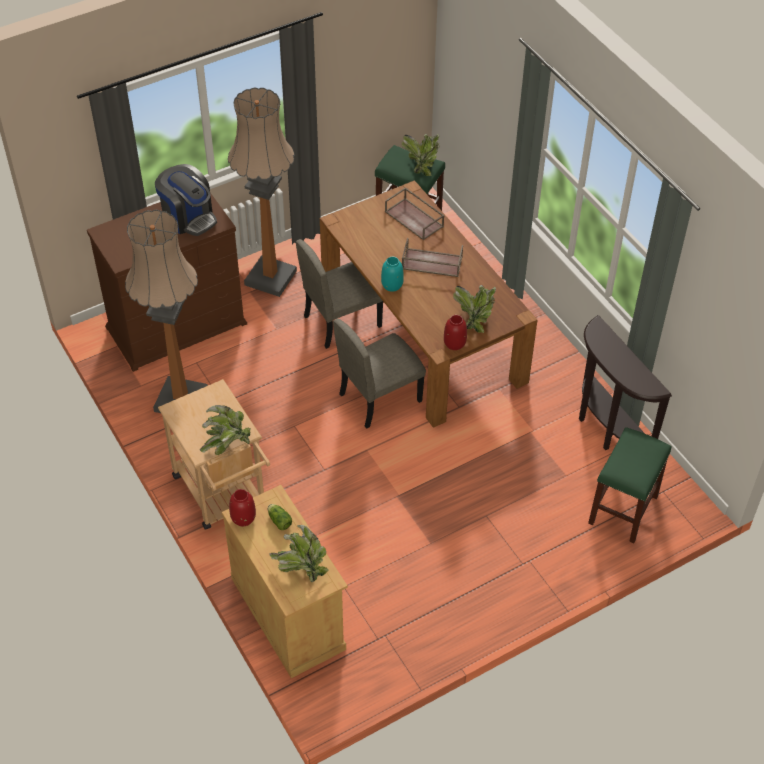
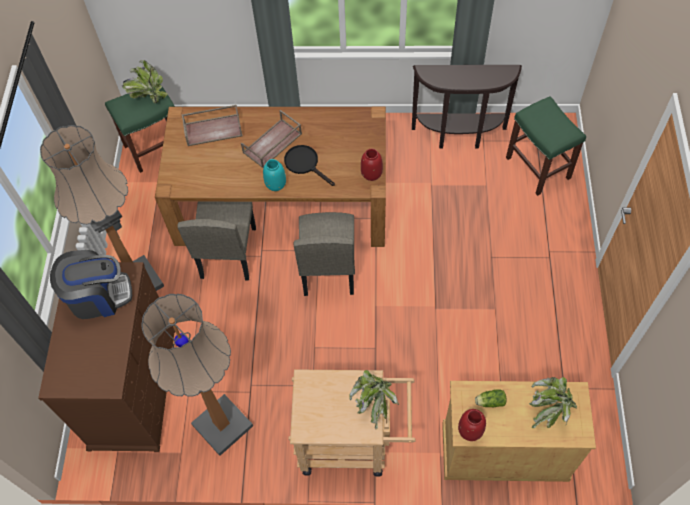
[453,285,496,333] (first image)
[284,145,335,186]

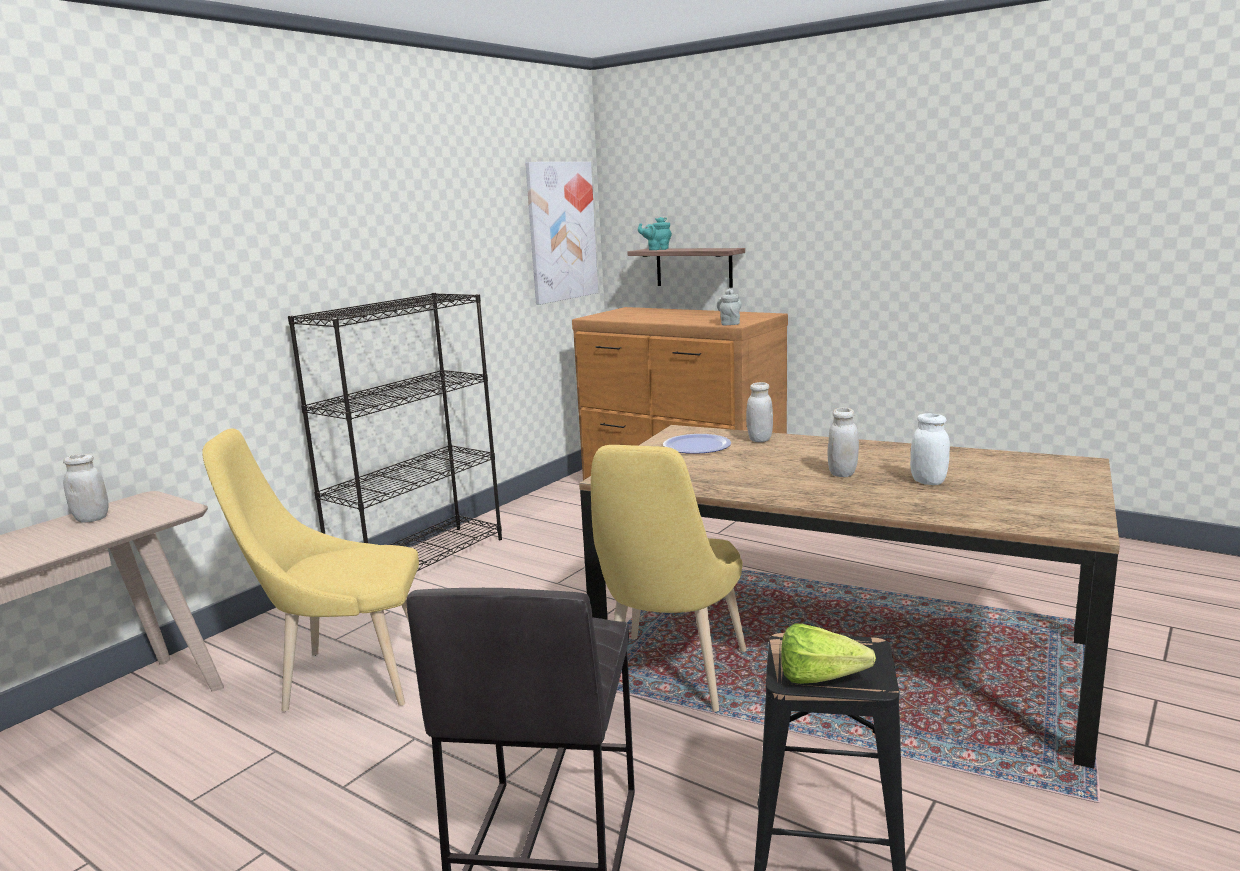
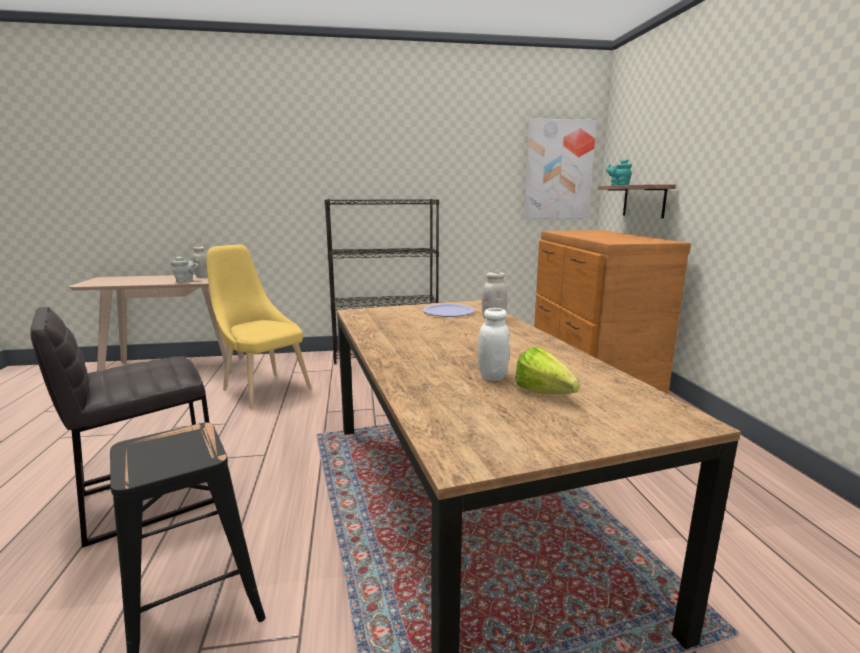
[171,256,200,283]
[828,408,859,477] (first image)
[591,445,746,712] (first image)
[515,347,579,394]

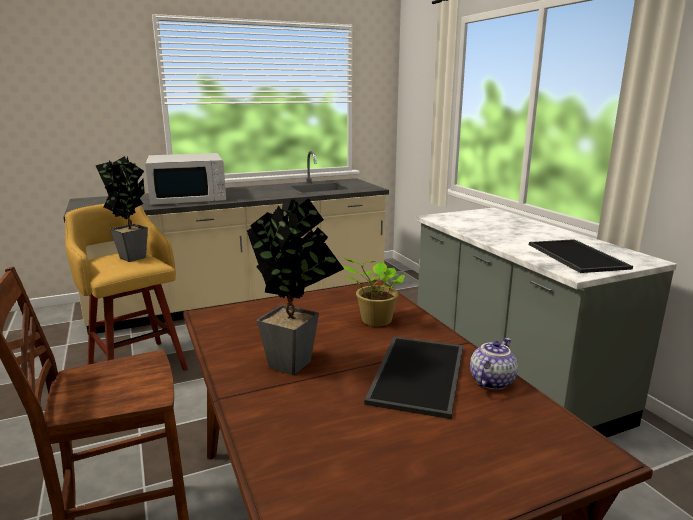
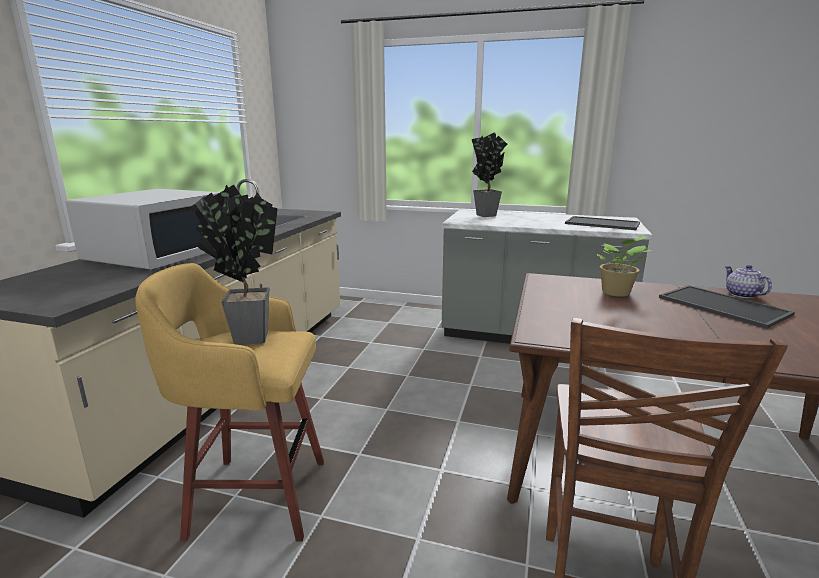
[472,132,507,217]

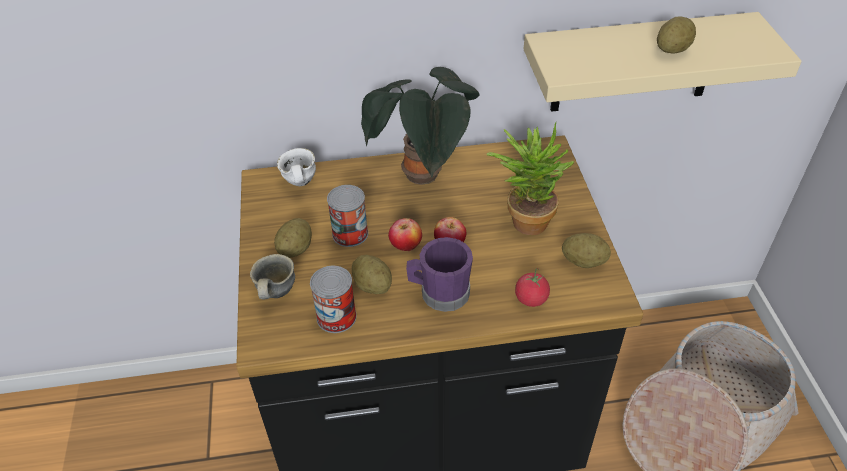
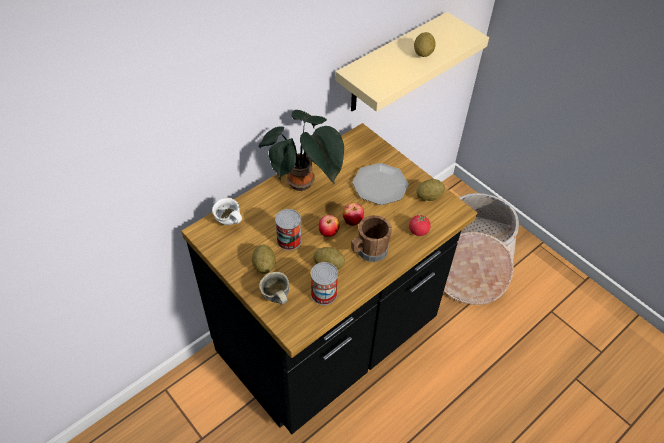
[352,163,409,205]
[351,215,392,262]

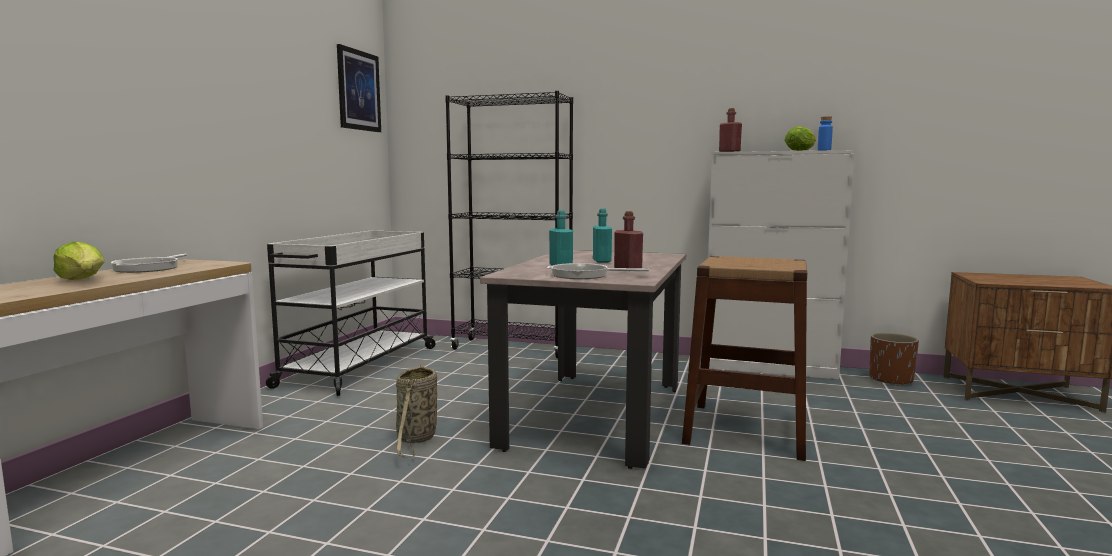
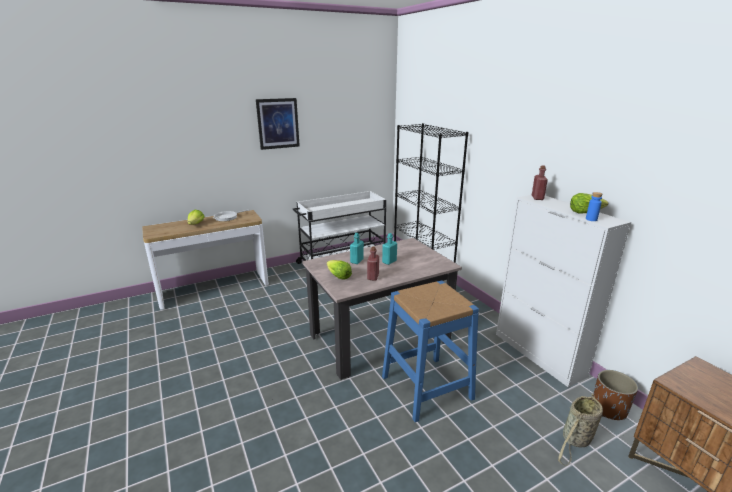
[256,98,300,150]
[382,280,479,422]
[327,260,352,279]
[558,393,603,466]

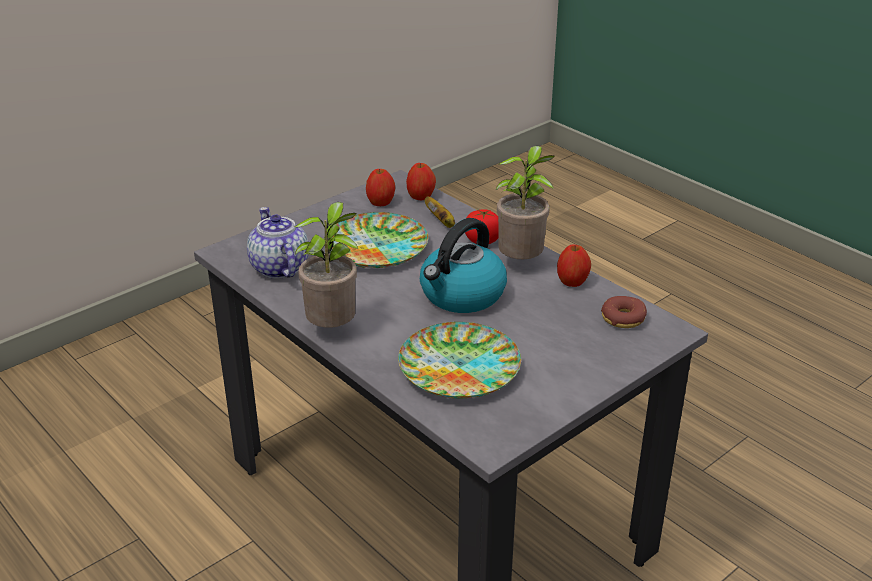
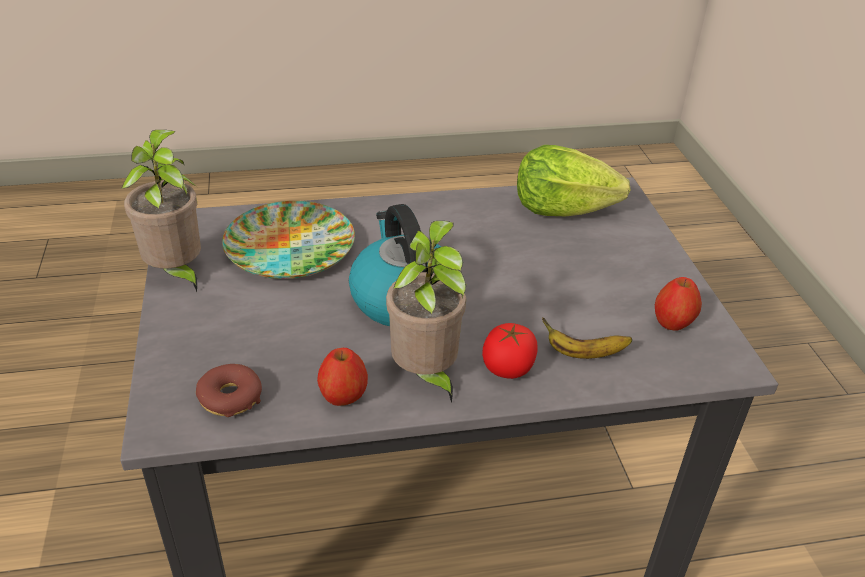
[406,163,436,200] (first image)
[121,130,201,292]
[517,145,630,216]
[330,212,428,268] (first image)

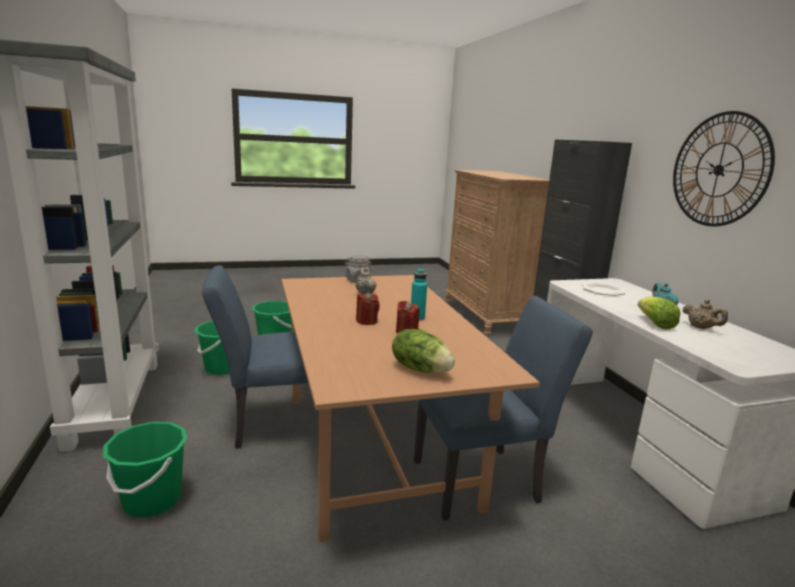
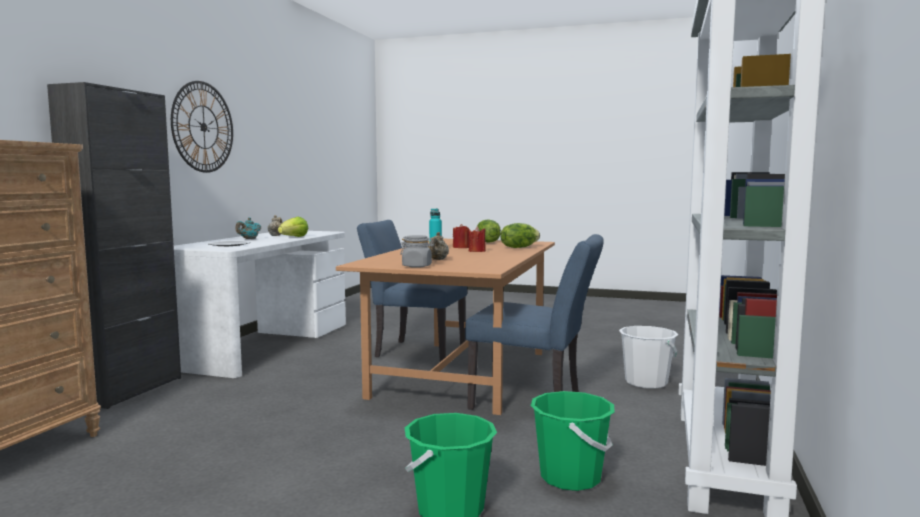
[619,326,678,389]
[500,223,540,248]

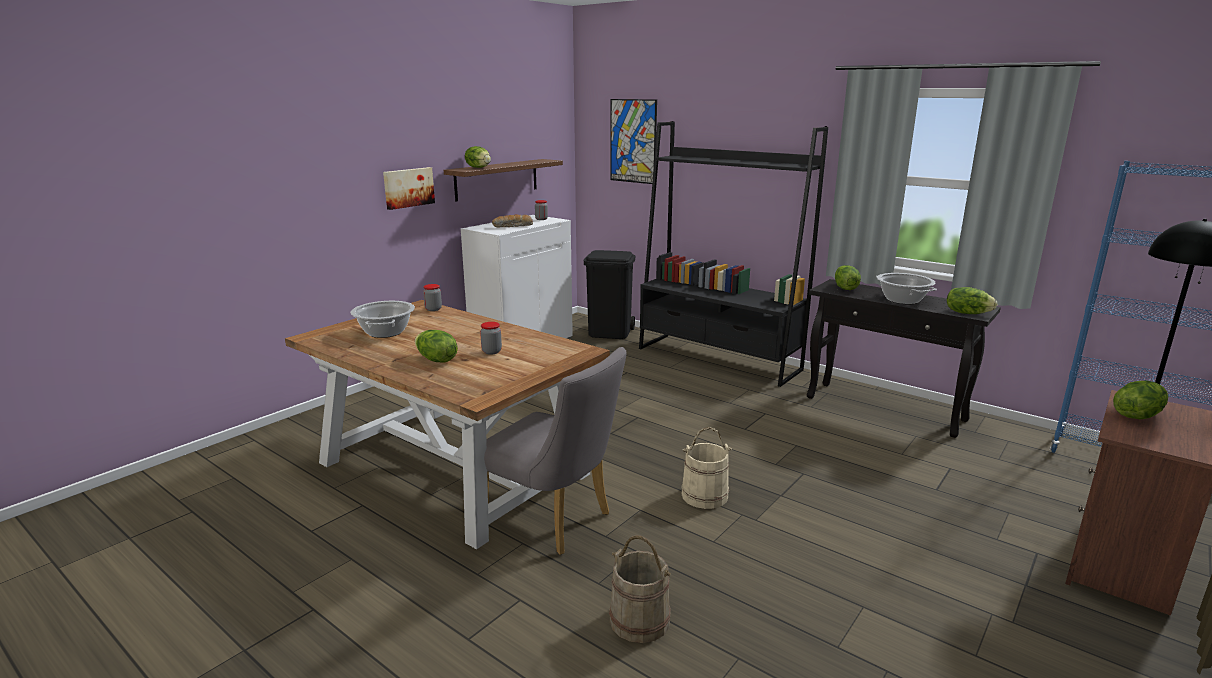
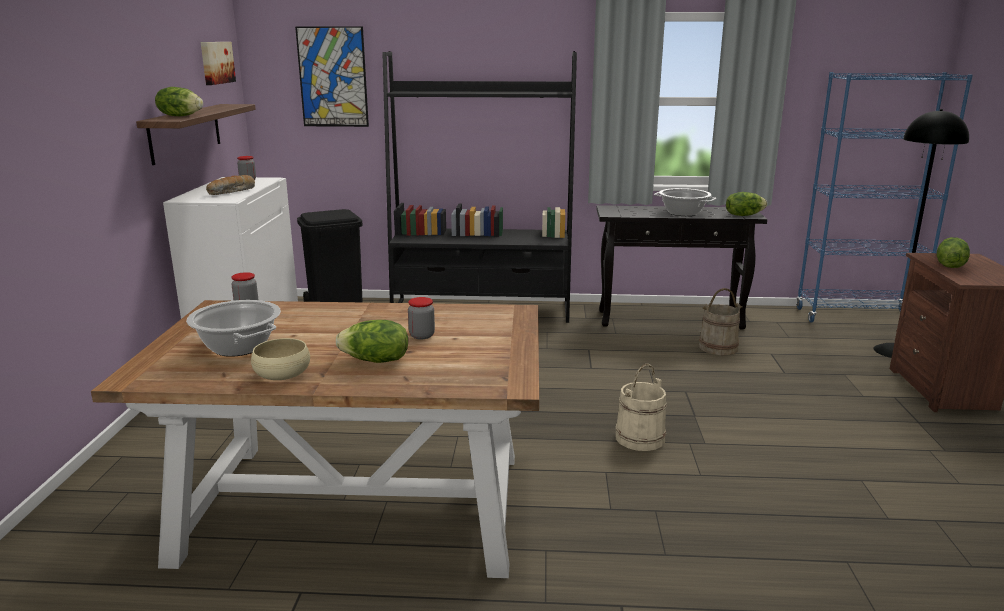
[201,42,236,85]
[835,265,861,290] (first image)
[484,347,626,555] (first image)
[699,288,743,355]
[251,338,310,380]

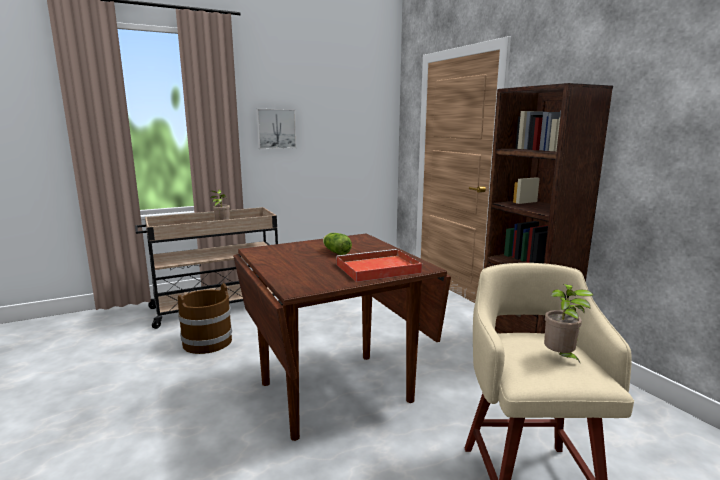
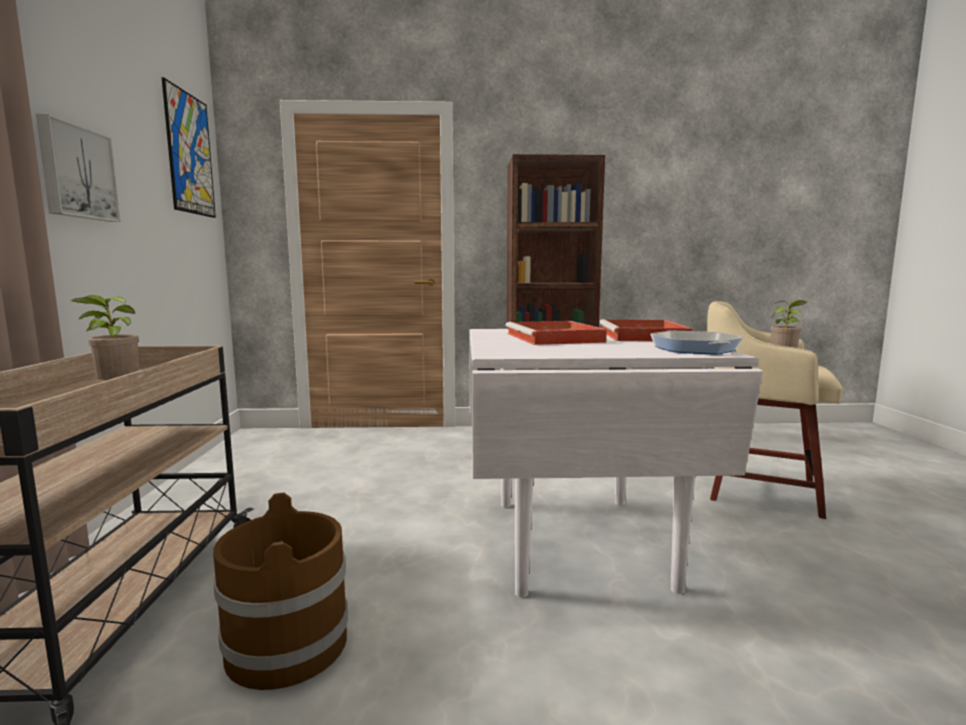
[469,329,763,597]
[506,321,607,345]
[162,77,216,218]
[650,330,743,355]

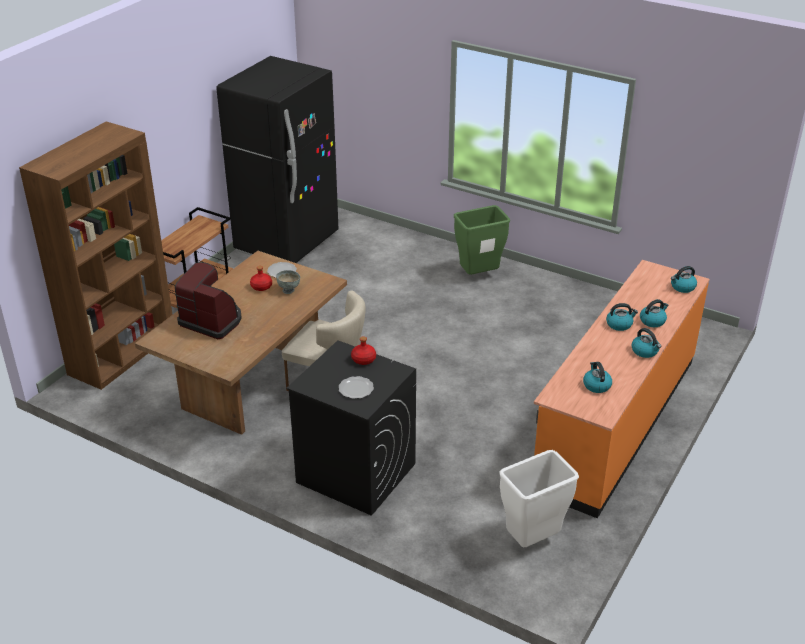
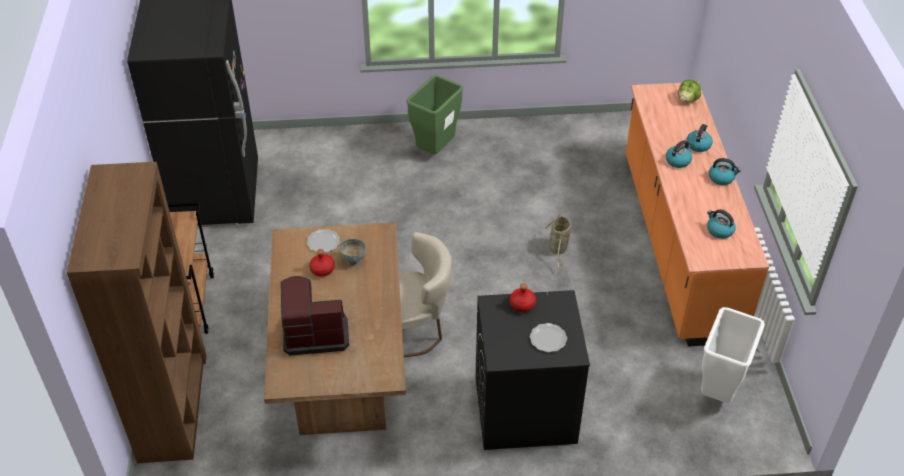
[678,80,701,102]
[544,213,571,270]

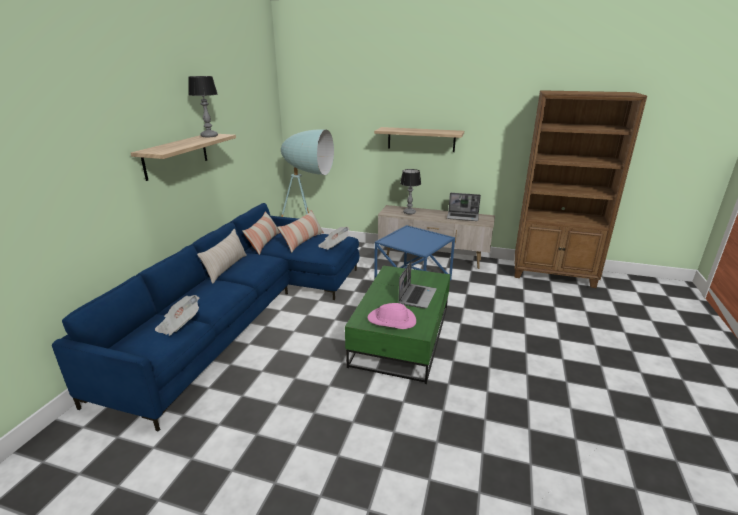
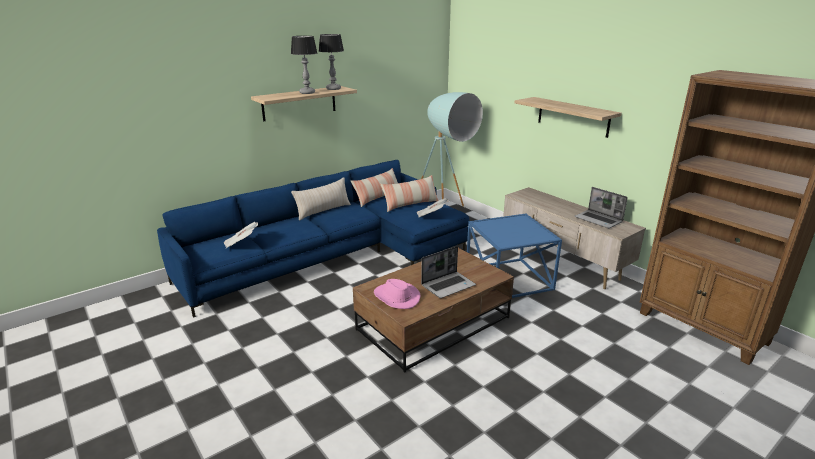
[291,36,317,94]
[353,248,514,373]

